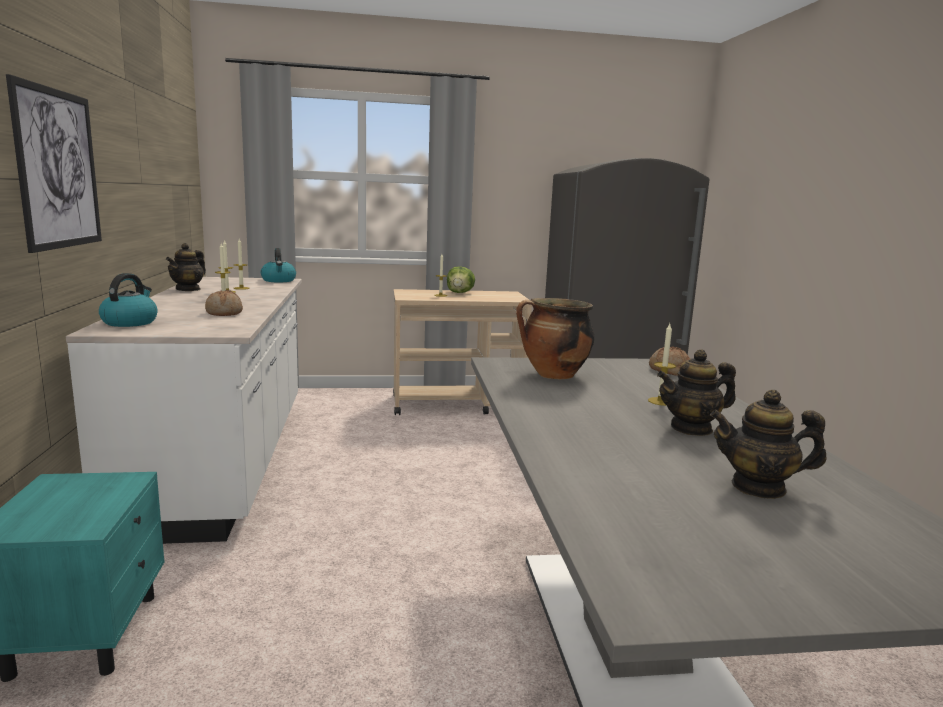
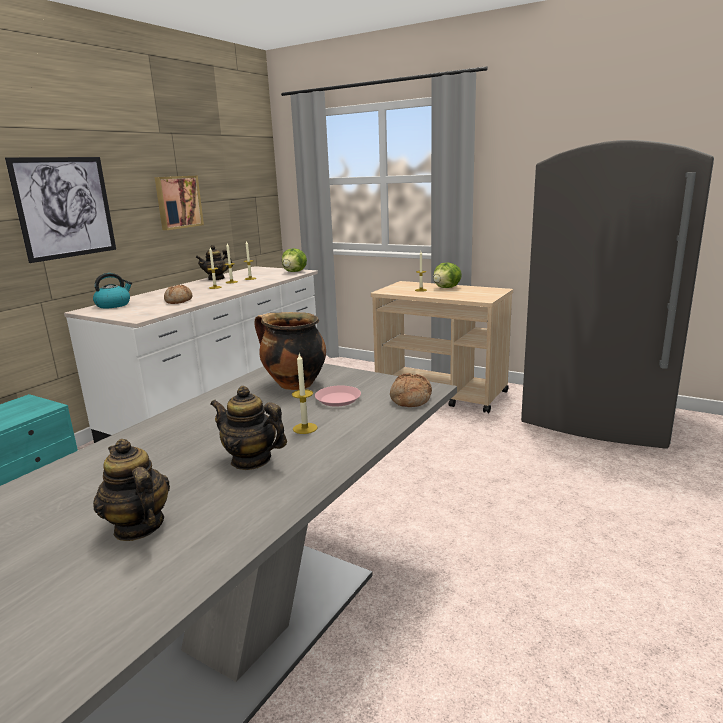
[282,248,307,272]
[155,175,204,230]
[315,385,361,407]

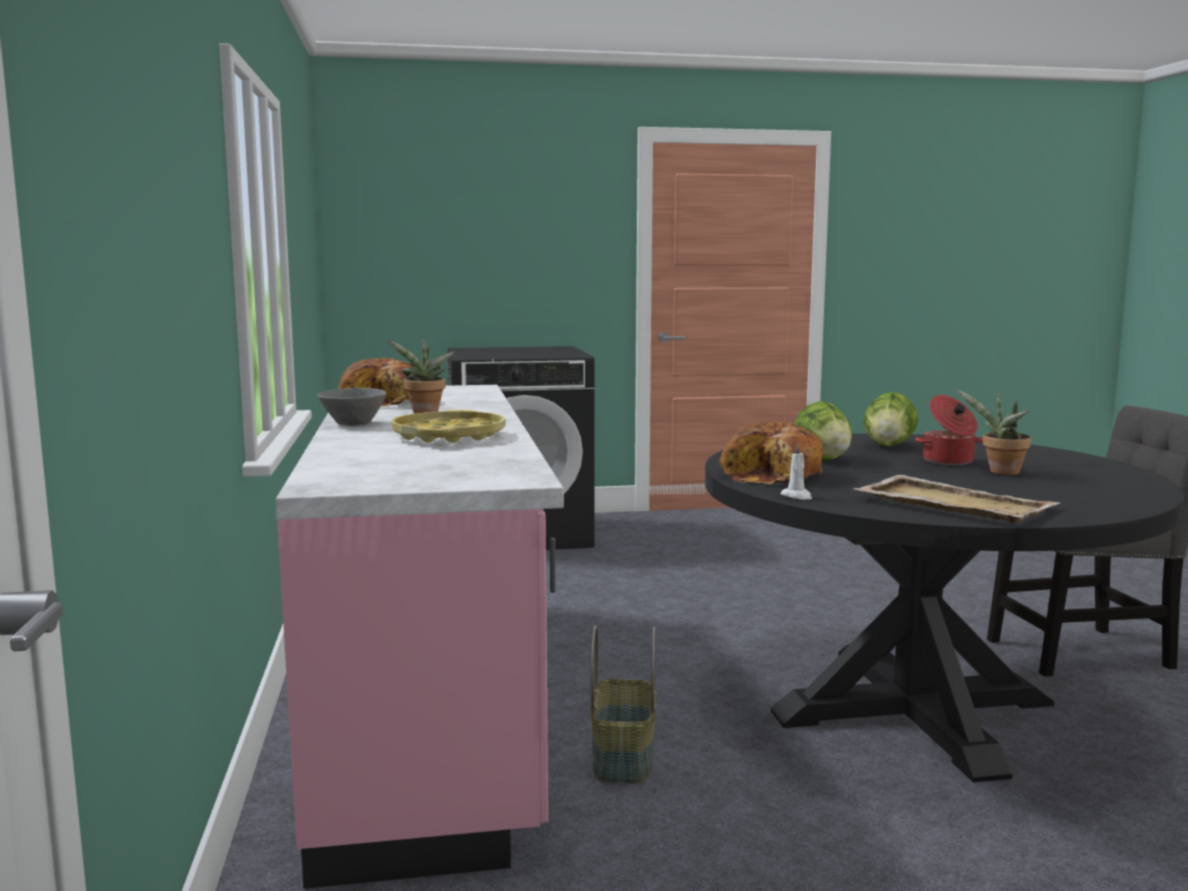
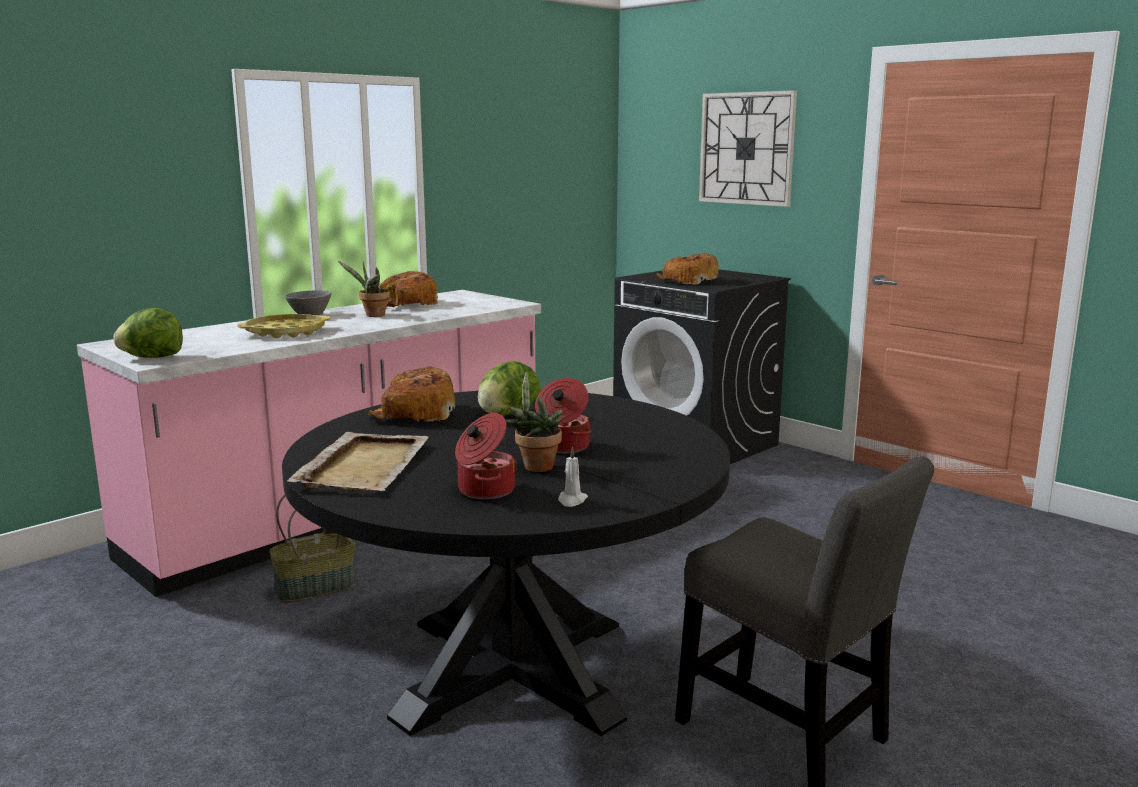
[114,308,183,358]
[558,447,588,507]
[699,90,797,207]
[656,253,718,285]
[455,413,517,499]

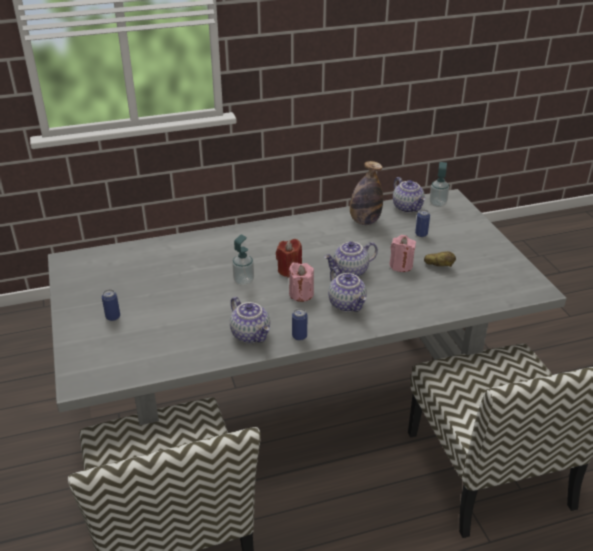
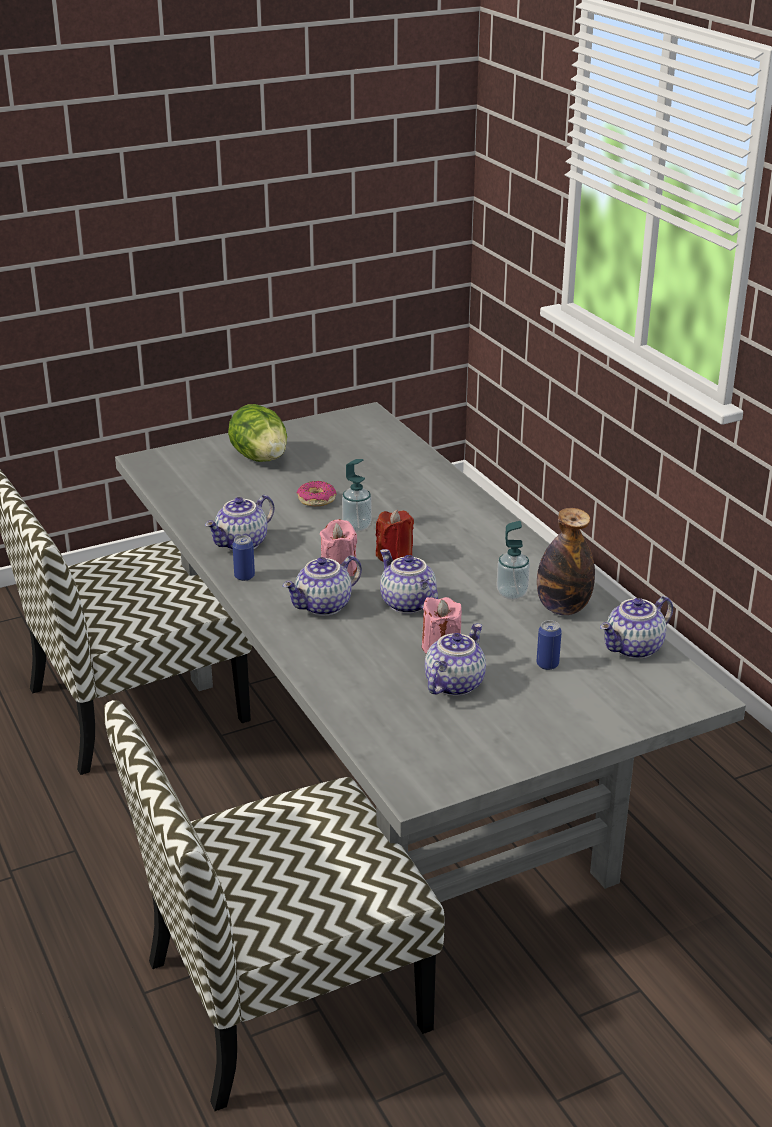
[496,521,530,600]
[425,624,486,696]
[228,404,287,462]
[297,481,337,506]

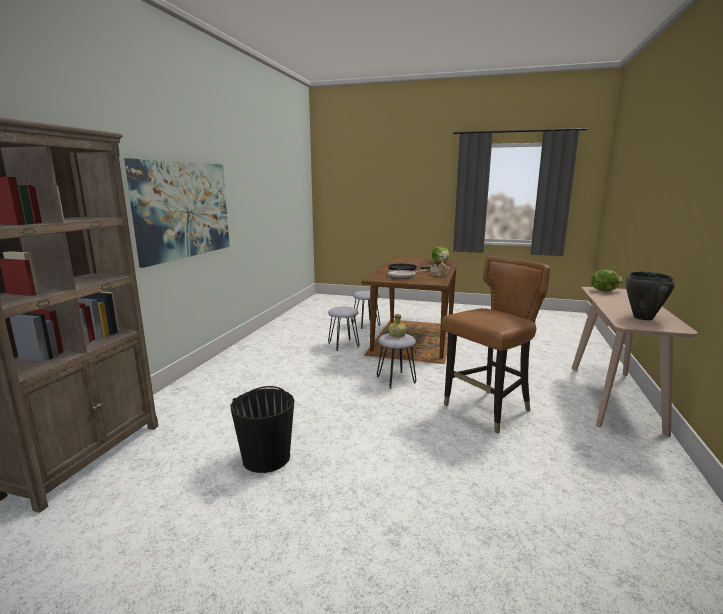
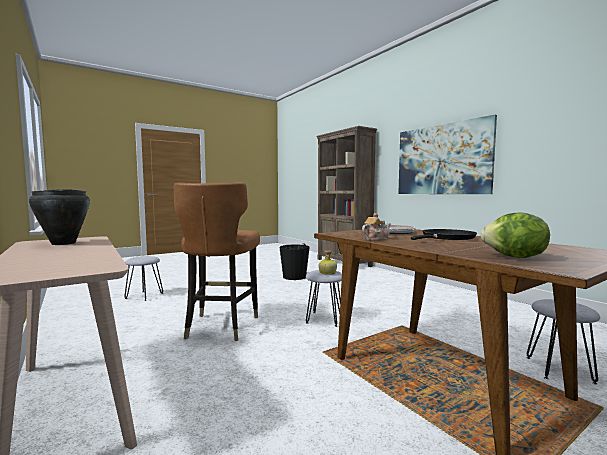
[592,269,623,291] (first image)
[124,256,163,301]

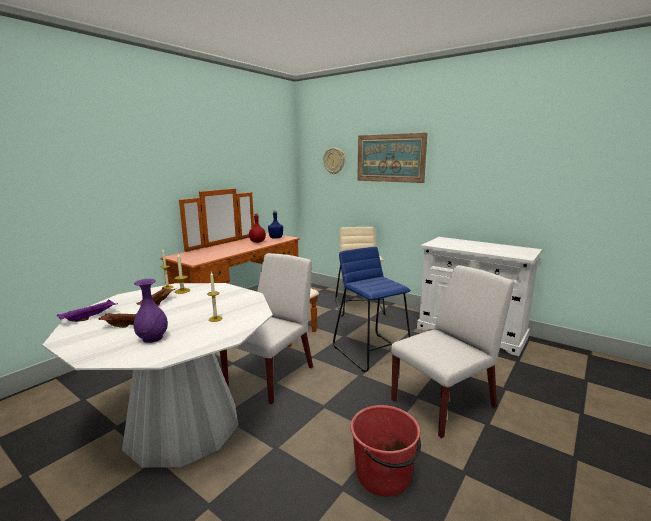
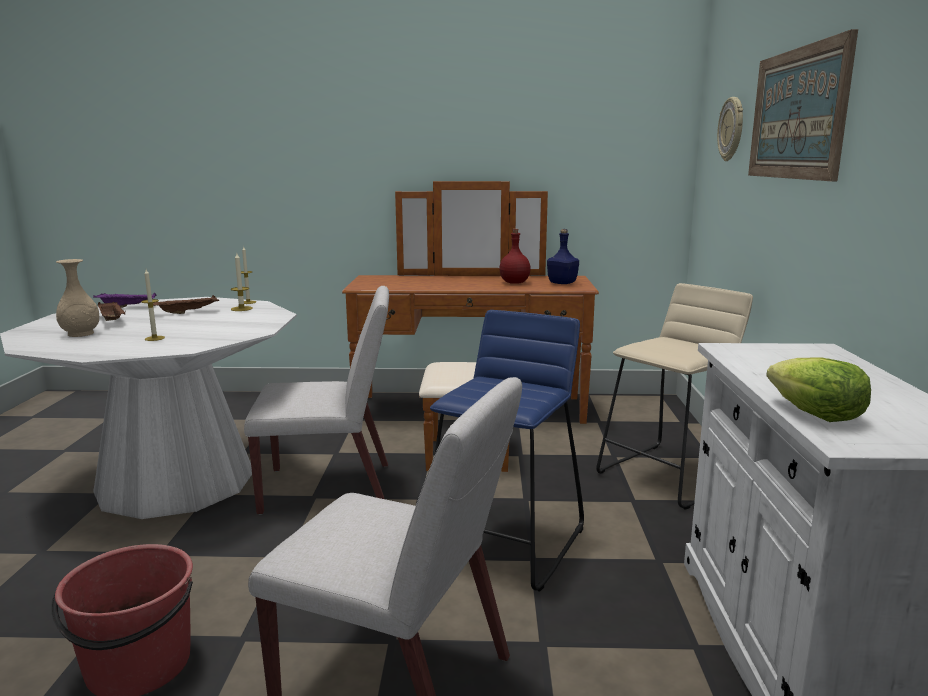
[56,259,99,337]
[766,358,871,422]

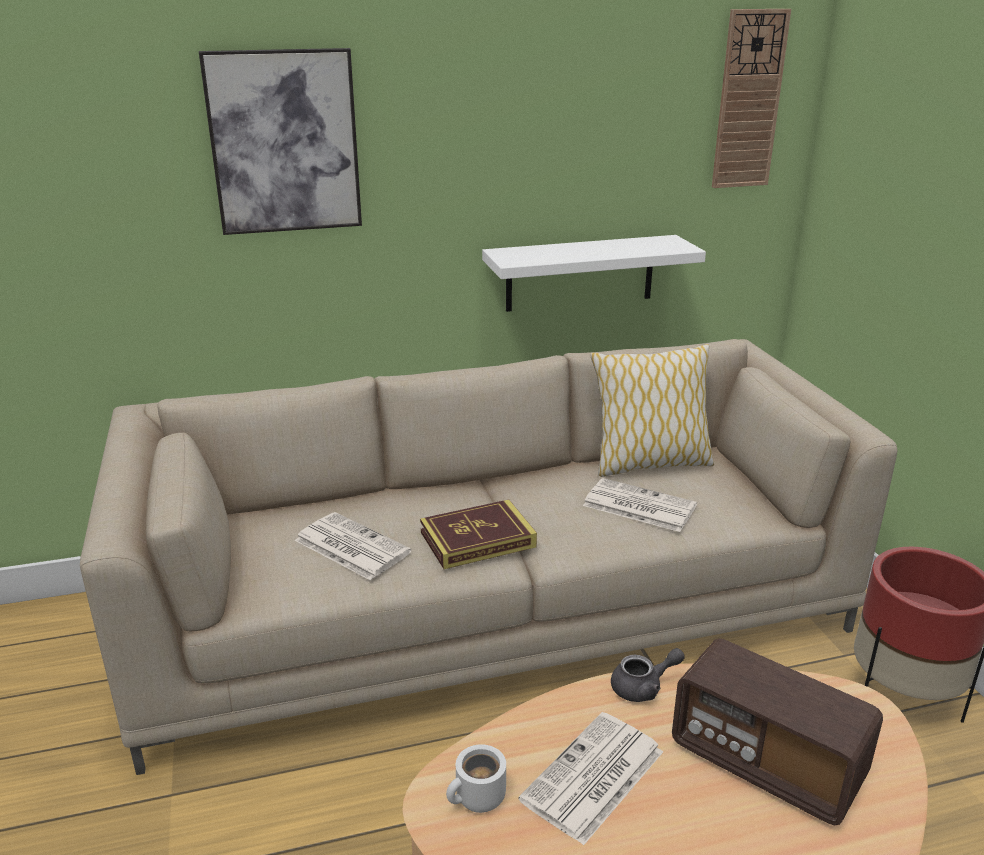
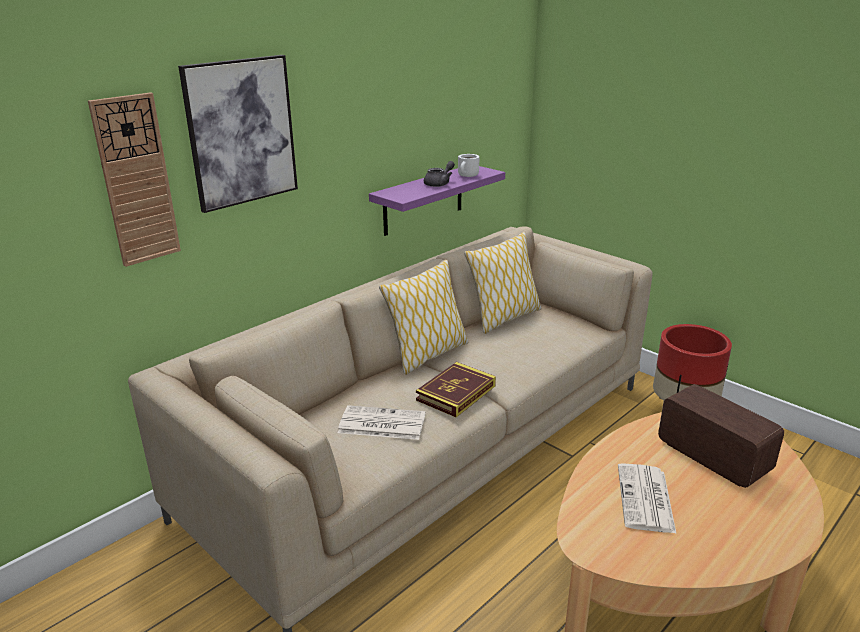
[88,92,181,267]
[369,166,505,236]
[583,478,697,532] (first image)
[658,384,784,488]
[424,161,455,187]
[458,154,479,177]
[379,260,468,375]

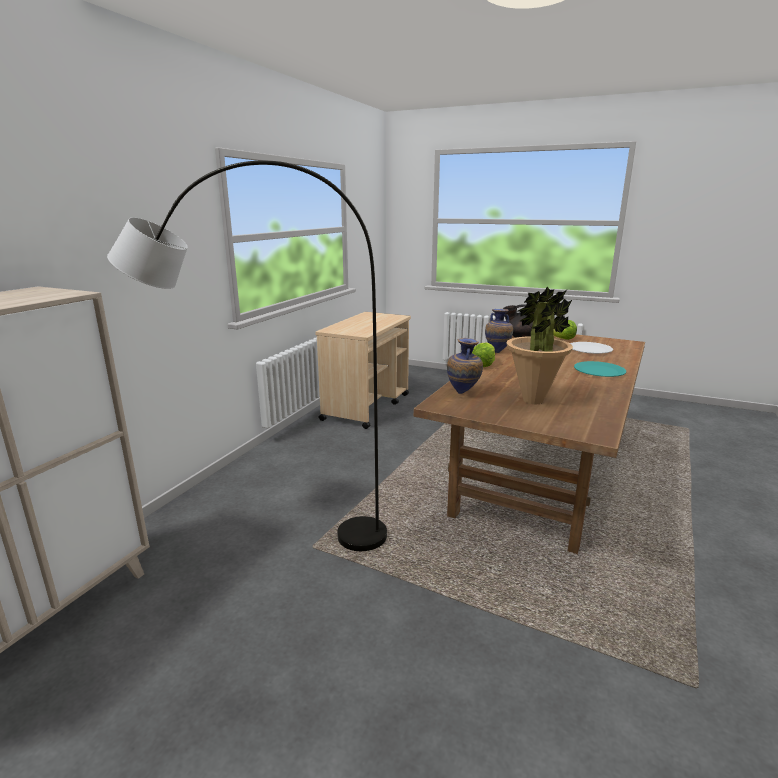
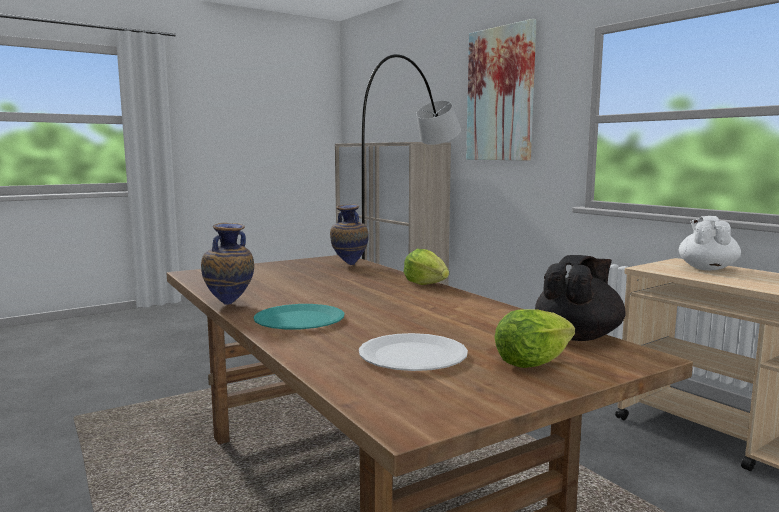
[507,287,573,404] (first image)
[201,223,254,305]
[466,19,537,161]
[679,216,741,270]

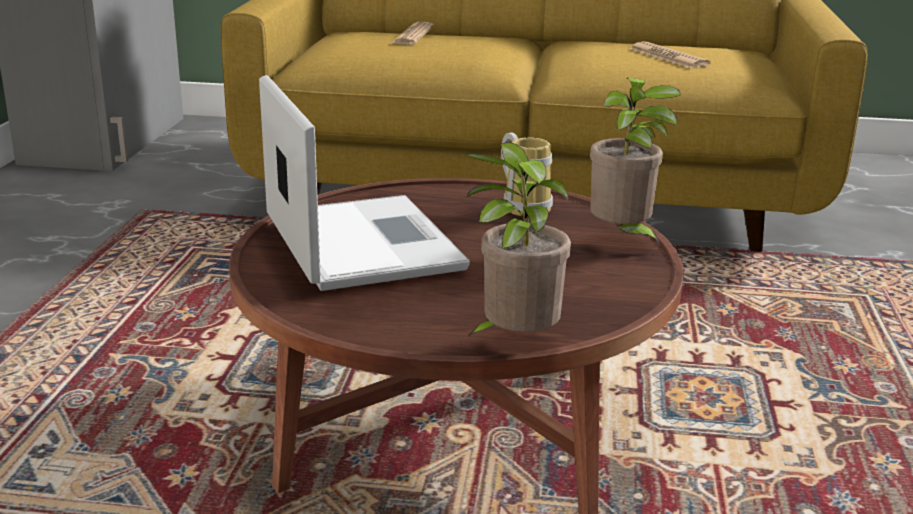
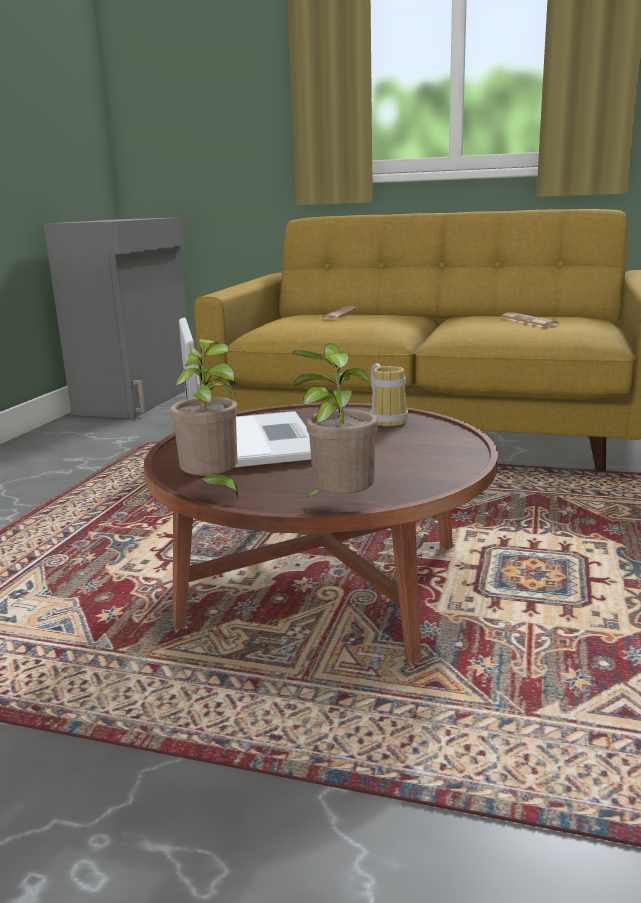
[170,339,238,497]

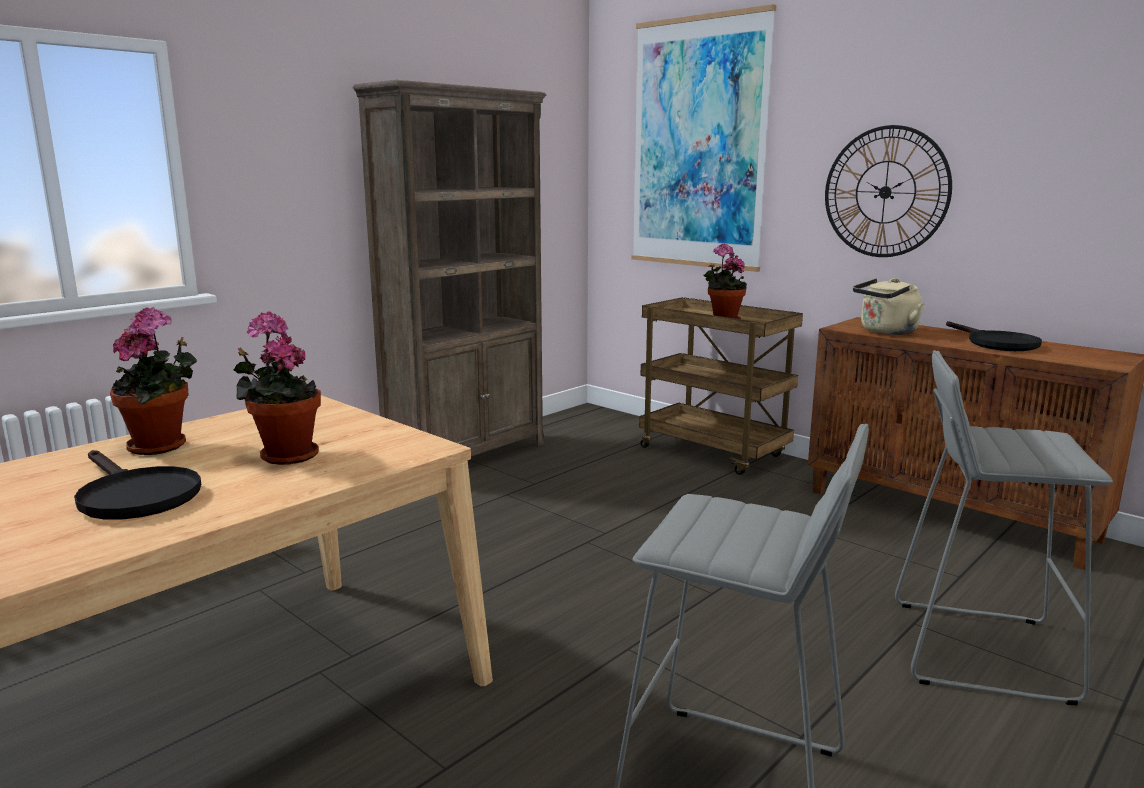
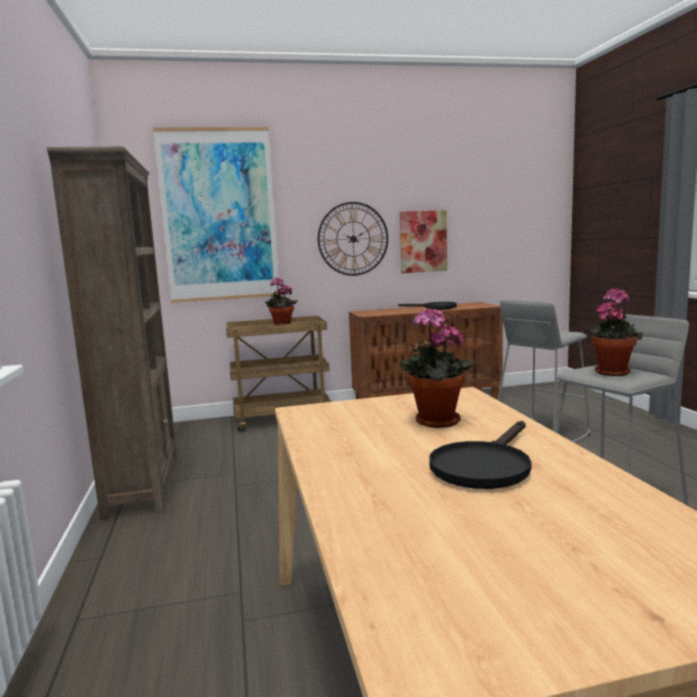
[853,278,925,335] (first image)
[587,288,643,376]
[429,421,531,489]
[400,210,447,273]

